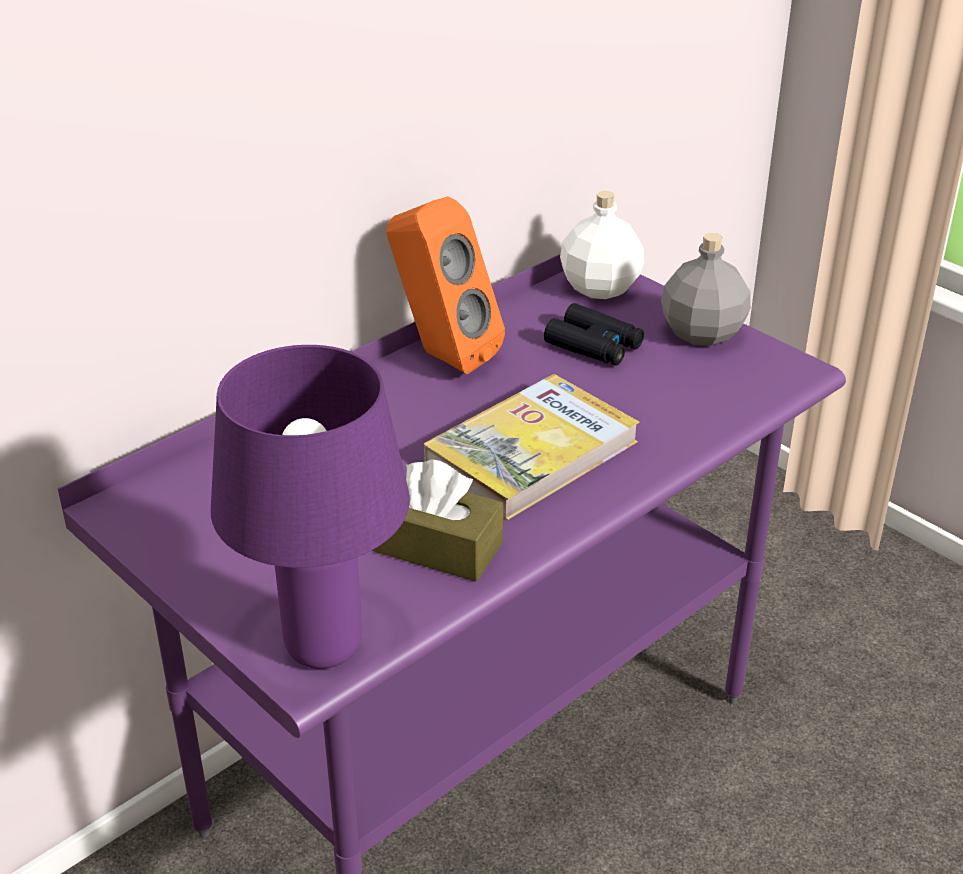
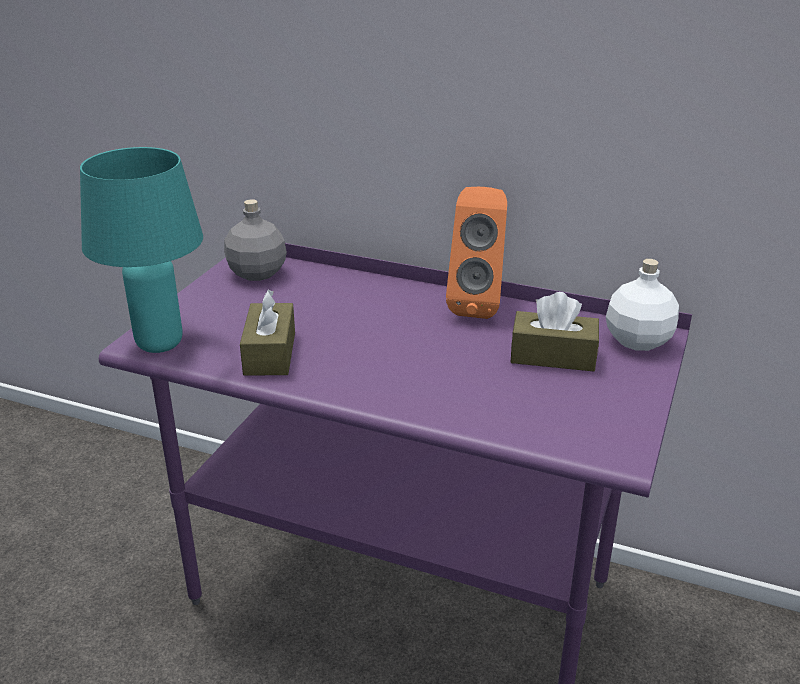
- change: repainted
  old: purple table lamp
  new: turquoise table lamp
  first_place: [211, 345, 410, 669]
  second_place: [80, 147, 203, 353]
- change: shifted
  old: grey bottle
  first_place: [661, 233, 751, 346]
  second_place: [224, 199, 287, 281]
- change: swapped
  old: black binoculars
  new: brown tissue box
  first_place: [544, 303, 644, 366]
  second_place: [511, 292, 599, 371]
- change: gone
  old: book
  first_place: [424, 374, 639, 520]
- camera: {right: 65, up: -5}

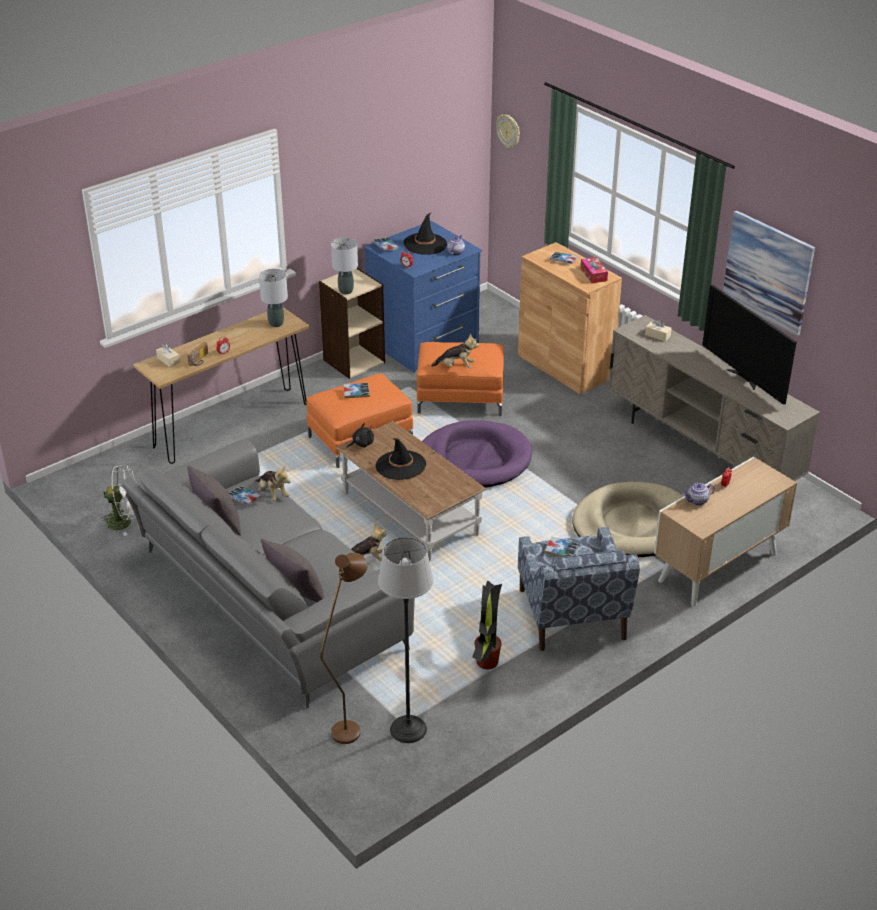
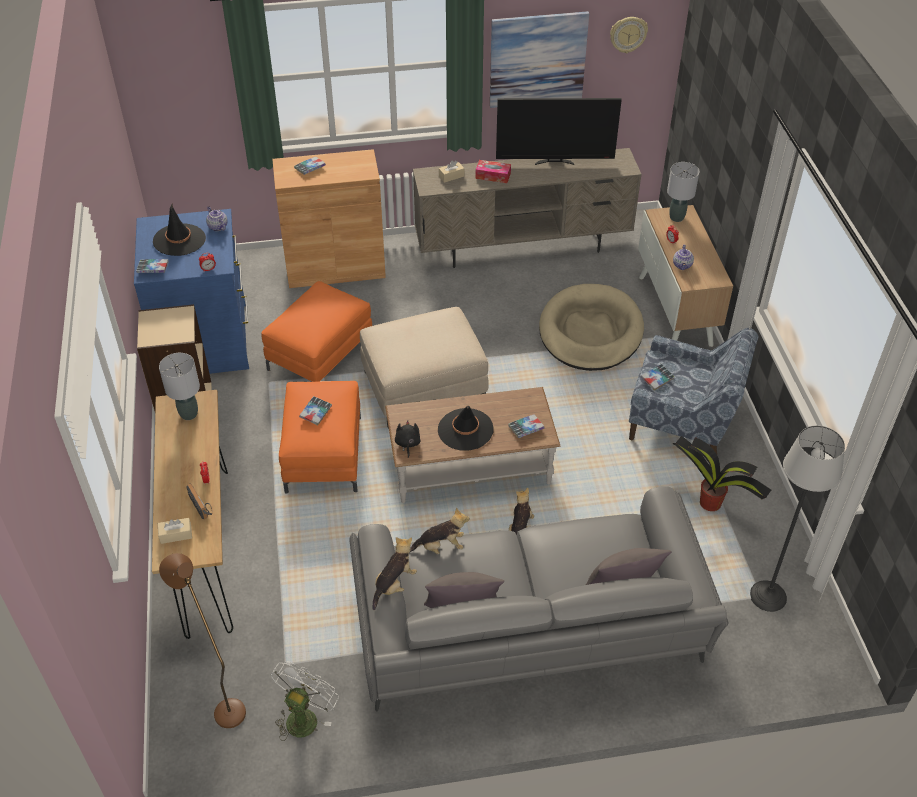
- change: shifted
  old: brown floor lamp
  first_place: [320, 553, 368, 744]
  second_place: [159, 553, 246, 728]
- change: swapped
  old: purple dog bed
  new: beige ottoman
  first_place: [422, 421, 532, 488]
  second_place: [360, 307, 489, 429]
- change: shifted
  old: plush toy
  first_place: [431, 334, 479, 368]
  second_place: [372, 537, 417, 610]
- change: shifted
  old: tissue box
  first_place: [581, 257, 608, 283]
  second_place: [475, 160, 511, 183]
- change: shifted
  old: book
  first_place: [229, 486, 261, 505]
  second_place: [508, 415, 544, 438]
- change: shifted
  old: wall clock
  first_place: [496, 115, 520, 148]
  second_place: [610, 17, 648, 53]
- change: shifted
  old: grey table lamp
  first_place: [331, 238, 358, 295]
  second_place: [667, 162, 699, 222]
- camera: {right: -60, up: 10}

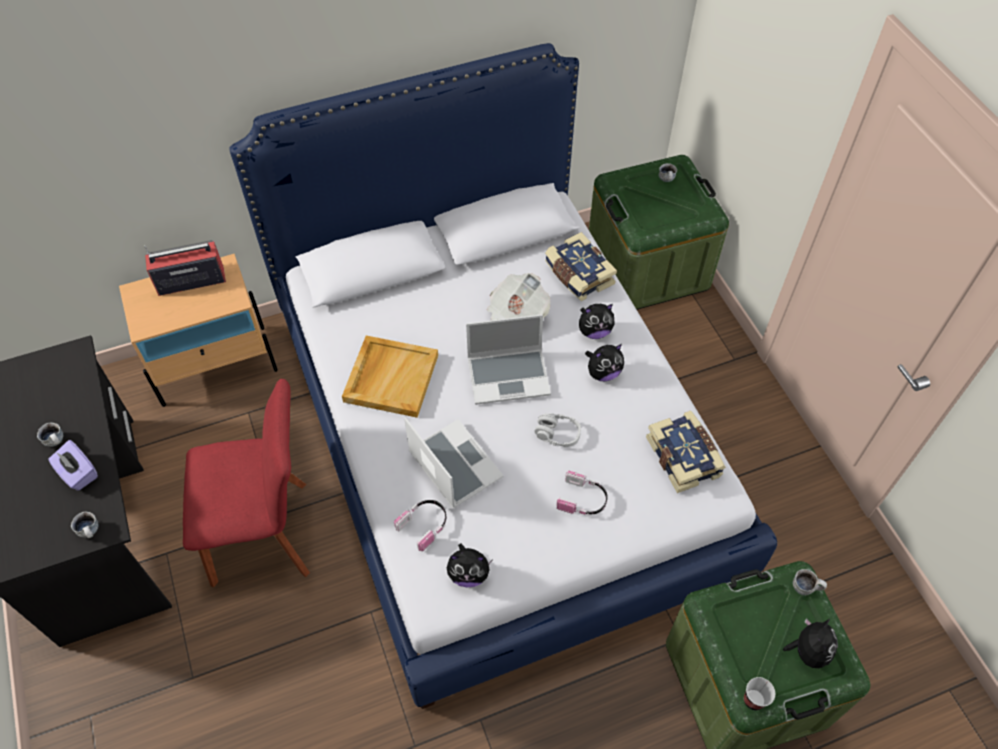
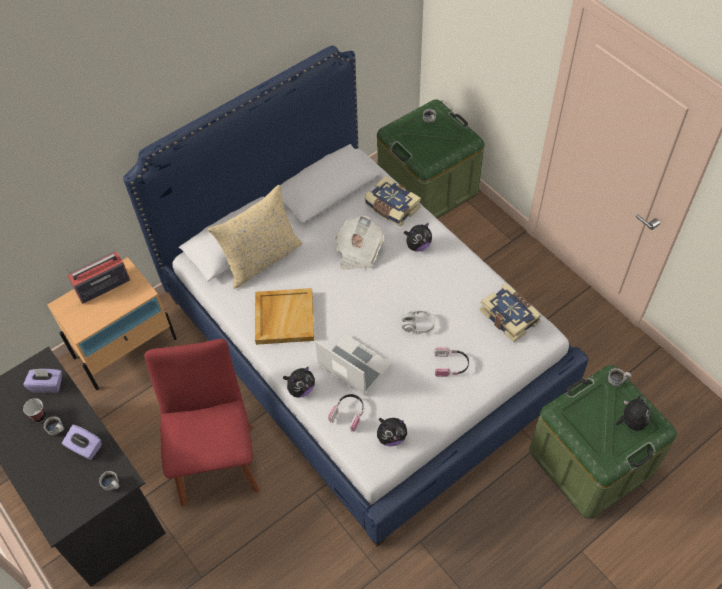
- change: new
  new: purple tissue box
  second_place: [23, 369, 62, 393]
- change: shifted
  old: cup
  first_place: [744, 677, 775, 711]
  second_place: [23, 398, 46, 423]
- change: rotated
  old: red chair
  first_place: [183, 379, 310, 587]
  second_place: [144, 339, 260, 506]
  degrees: -75
- change: new
  new: beige pillow
  second_place: [208, 185, 302, 289]
- change: shifted
  old: plush toy
  first_place: [585, 344, 624, 381]
  second_place: [283, 366, 315, 398]
- change: gone
  old: laptop
  first_place: [466, 314, 551, 405]
- camera: {right: -15, up: 0}

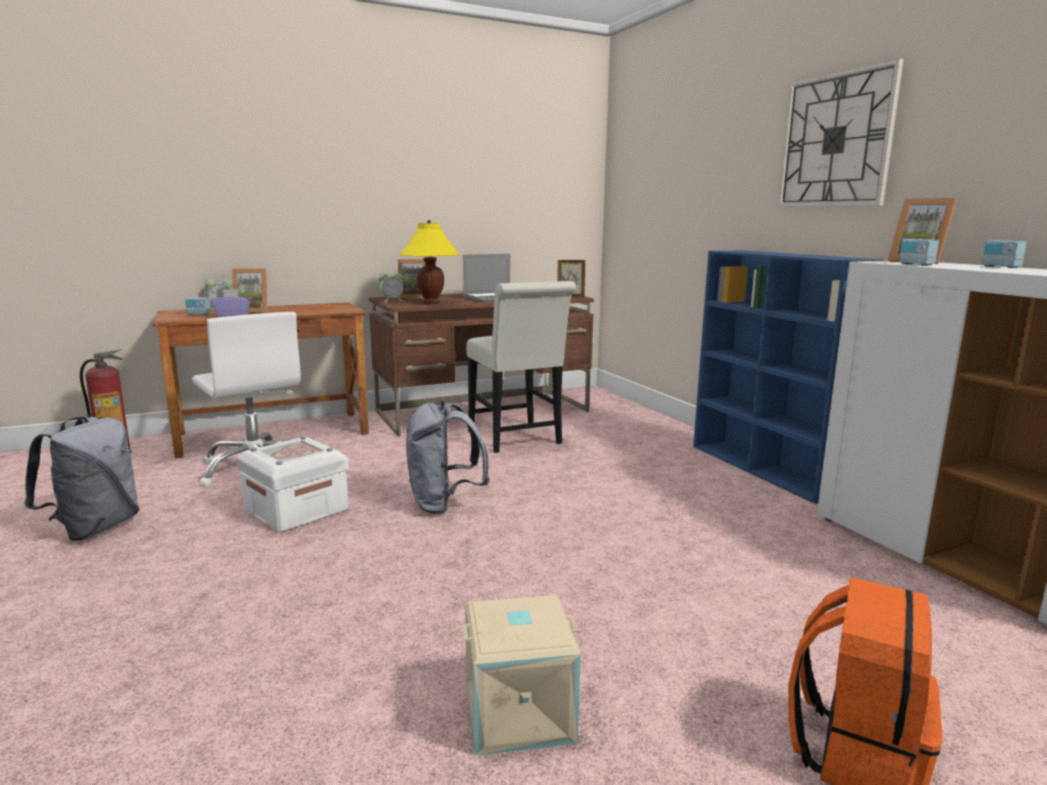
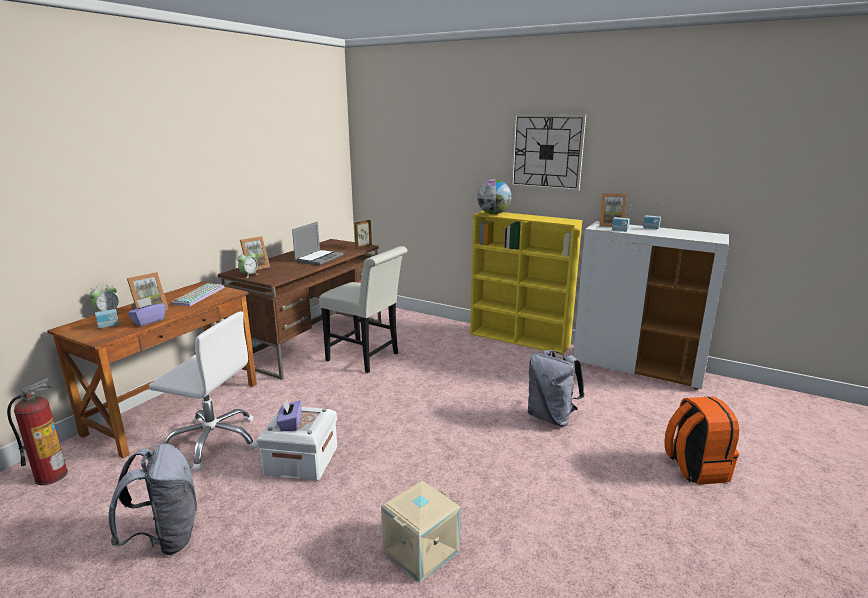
- change: new
  new: keyboard
  second_place: [171, 283, 225, 306]
- change: new
  new: purple tissue box
  second_place: [277, 398, 302, 431]
- change: shifted
  old: beige storage box
  first_place: [462, 595, 581, 756]
  second_place: [381, 481, 461, 583]
- change: repainted
  old: blue bookcase
  new: yellow bookcase
  first_place: [693, 250, 883, 504]
  second_place: [470, 211, 582, 354]
- change: new
  new: globe
  second_place: [477, 179, 512, 214]
- change: shifted
  old: grey backpack
  first_place: [406, 401, 490, 514]
  second_place: [528, 350, 584, 426]
- change: gone
  old: yellow table lamp
  first_place: [400, 220, 459, 304]
- camera: {right: -35, up: 5}

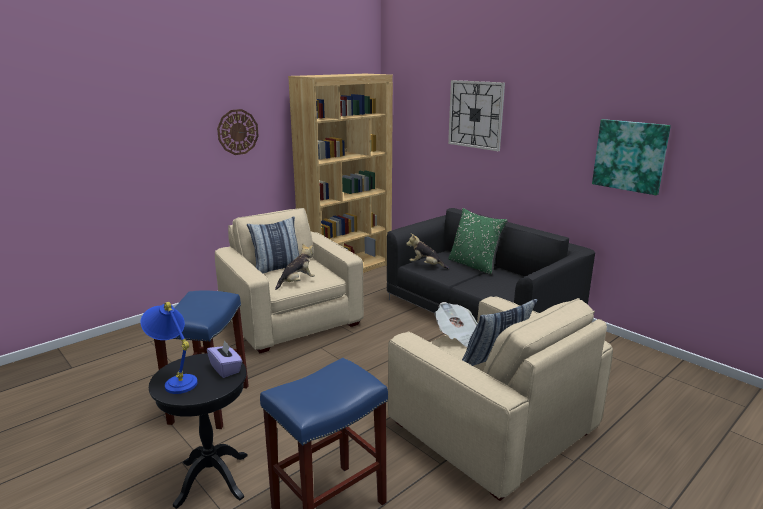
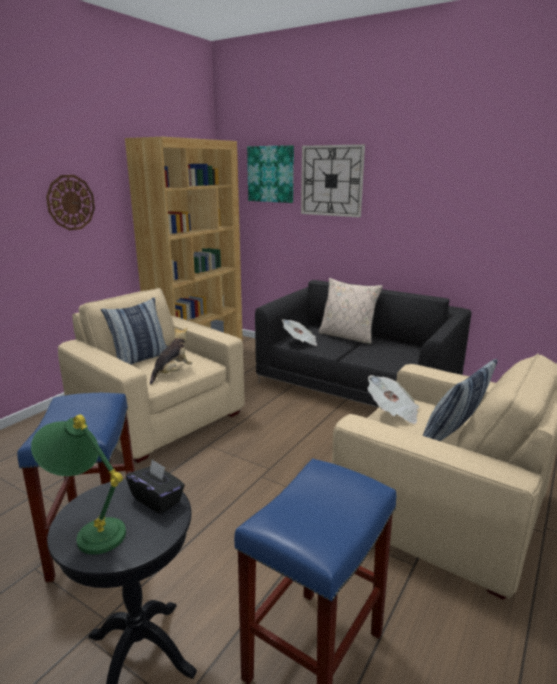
- change: repainted
  old: blue table lamp
  new: green table lamp
  first_place: [141, 302, 198, 394]
  second_place: [31, 414, 126, 555]
- change: repainted
  old: purple tissue box
  new: black tissue box
  first_place: [207, 340, 242, 378]
  second_place: [126, 459, 185, 514]
- change: shifted
  old: picture
  first_place: [592, 119, 671, 195]
  second_place: [247, 145, 294, 203]
- change: swapped
  old: plush toy
  new: newspaper
  first_place: [406, 233, 449, 269]
  second_place: [282, 319, 317, 346]
- change: repainted
  old: green pillow
  new: beige pillow
  first_place: [448, 208, 508, 275]
  second_place: [319, 278, 383, 345]
- camera: {right: -15, up: 0}

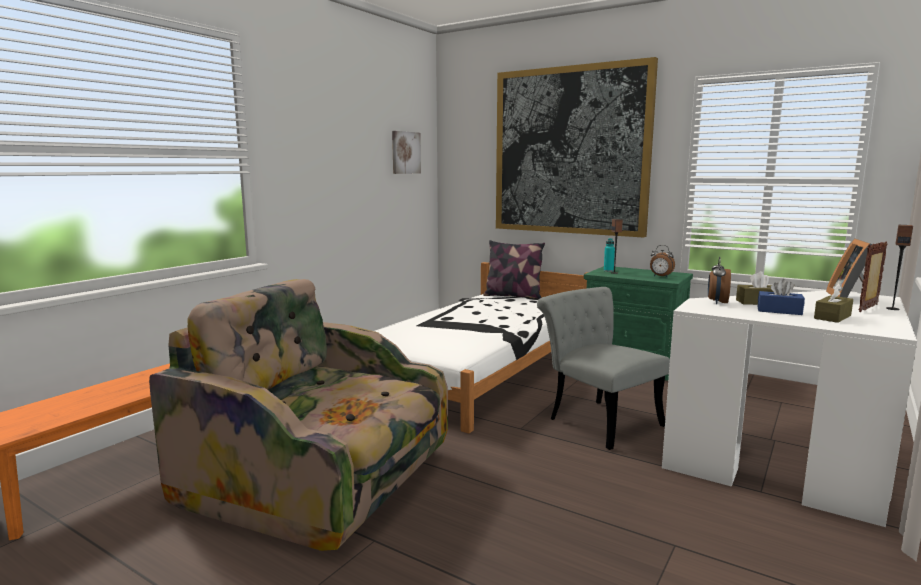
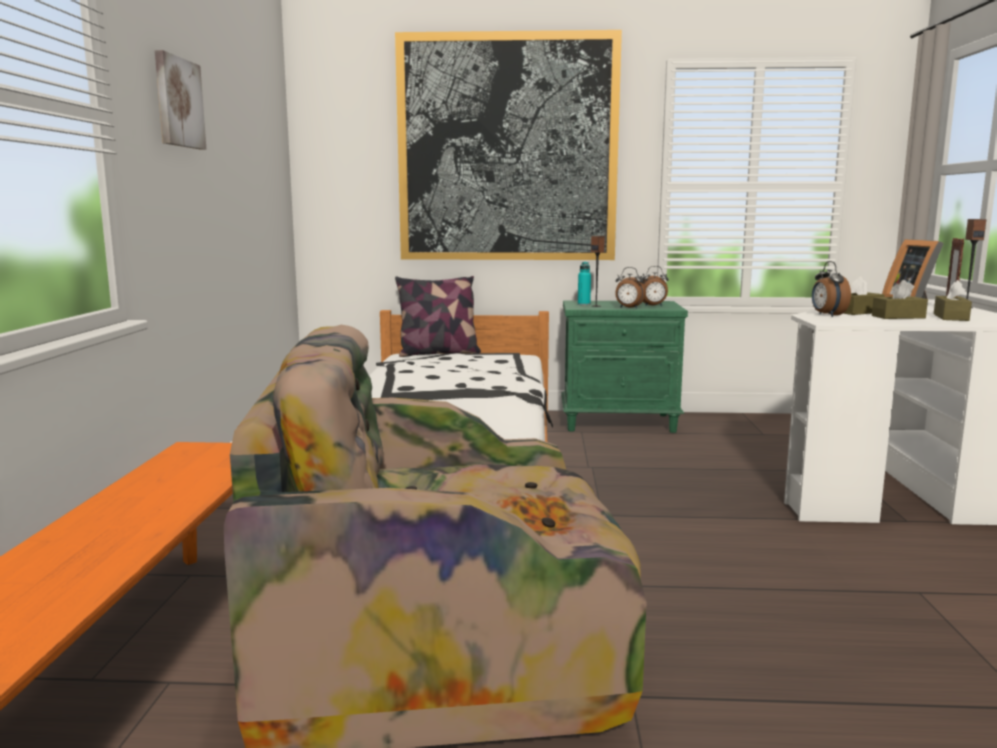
- change: shifted
  old: picture
  first_place: [392, 131, 421, 174]
  second_place: [155, 50, 206, 149]
- change: new
  new: alarm clock
  second_place: [615, 267, 646, 309]
- change: repainted
  old: blue tissue box
  new: brown tissue box
  first_place: [757, 279, 805, 315]
  second_place: [872, 280, 928, 319]
- change: gone
  old: grey chair
  first_place: [537, 287, 670, 450]
- camera: {right: -30, up: 0}

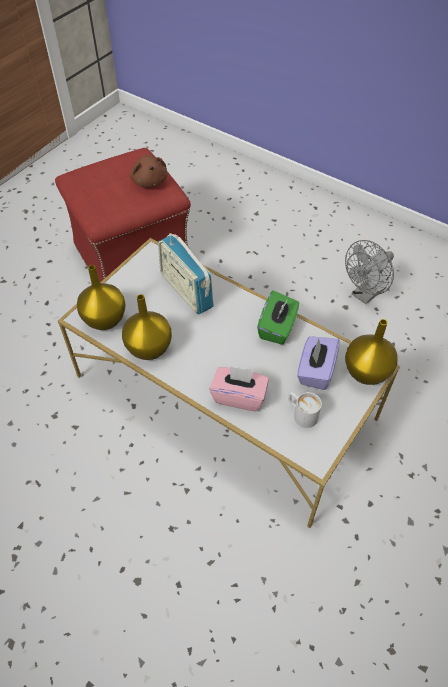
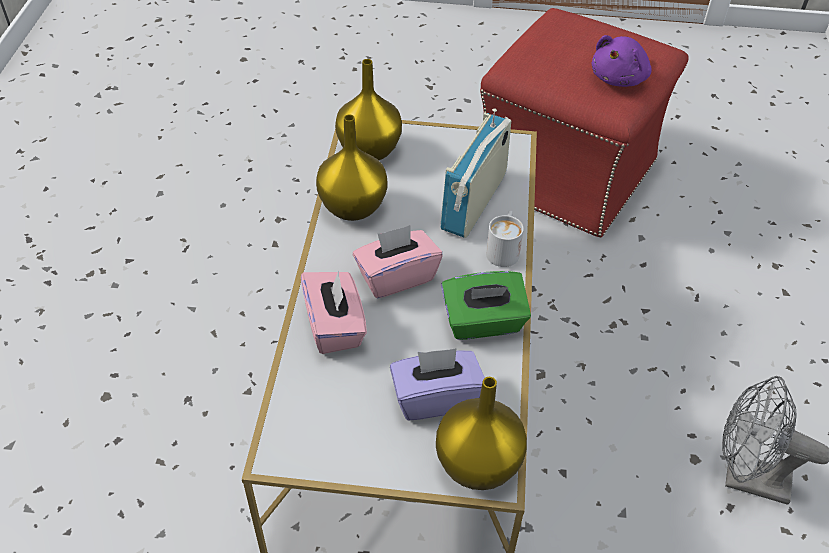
- change: new
  new: pink tissue box
  second_place: [353, 225, 442, 298]
- change: shifted
  old: white mug
  first_place: [288, 392, 322, 428]
  second_place: [486, 211, 524, 267]
- change: repainted
  old: brown plush toy
  new: purple plush toy
  first_place: [130, 155, 167, 188]
  second_place: [592, 35, 652, 87]
- camera: {right: 60, up: -5}

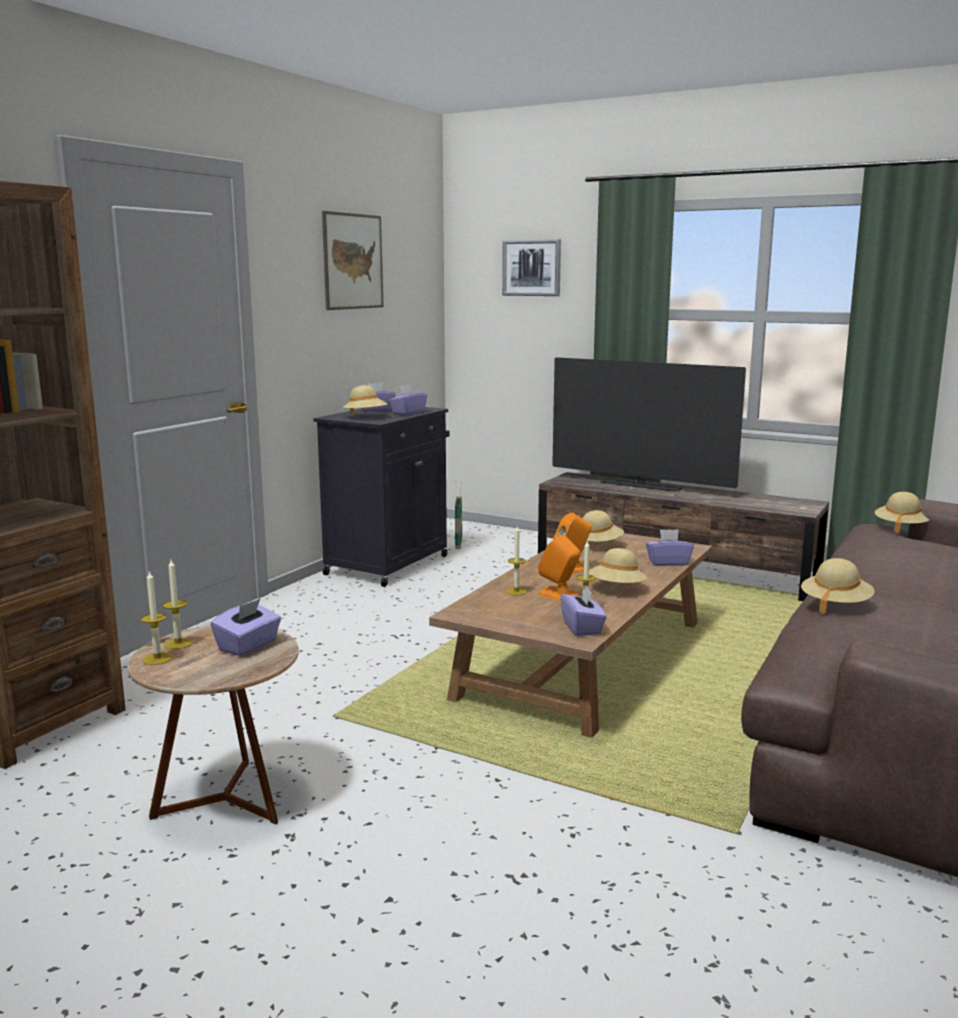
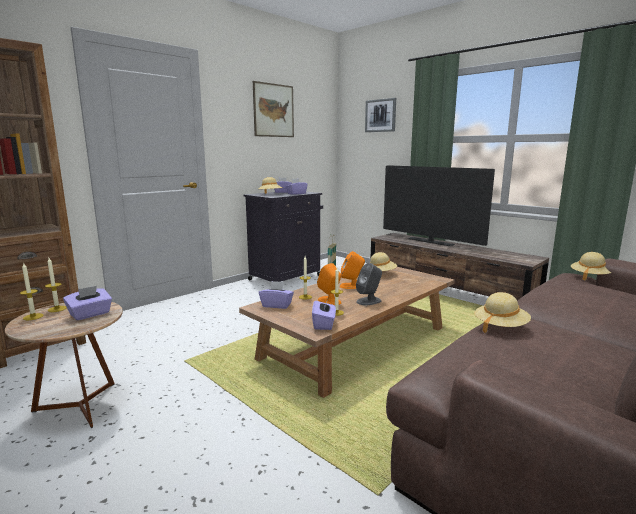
- change: shifted
  old: purple tissue box
  first_place: [646, 529, 694, 566]
  second_place: [259, 281, 294, 309]
- change: swapped
  old: beige hat
  new: grey speaker
  first_place: [589, 548, 648, 583]
  second_place: [356, 263, 382, 306]
- camera: {right: 15, up: 0}

